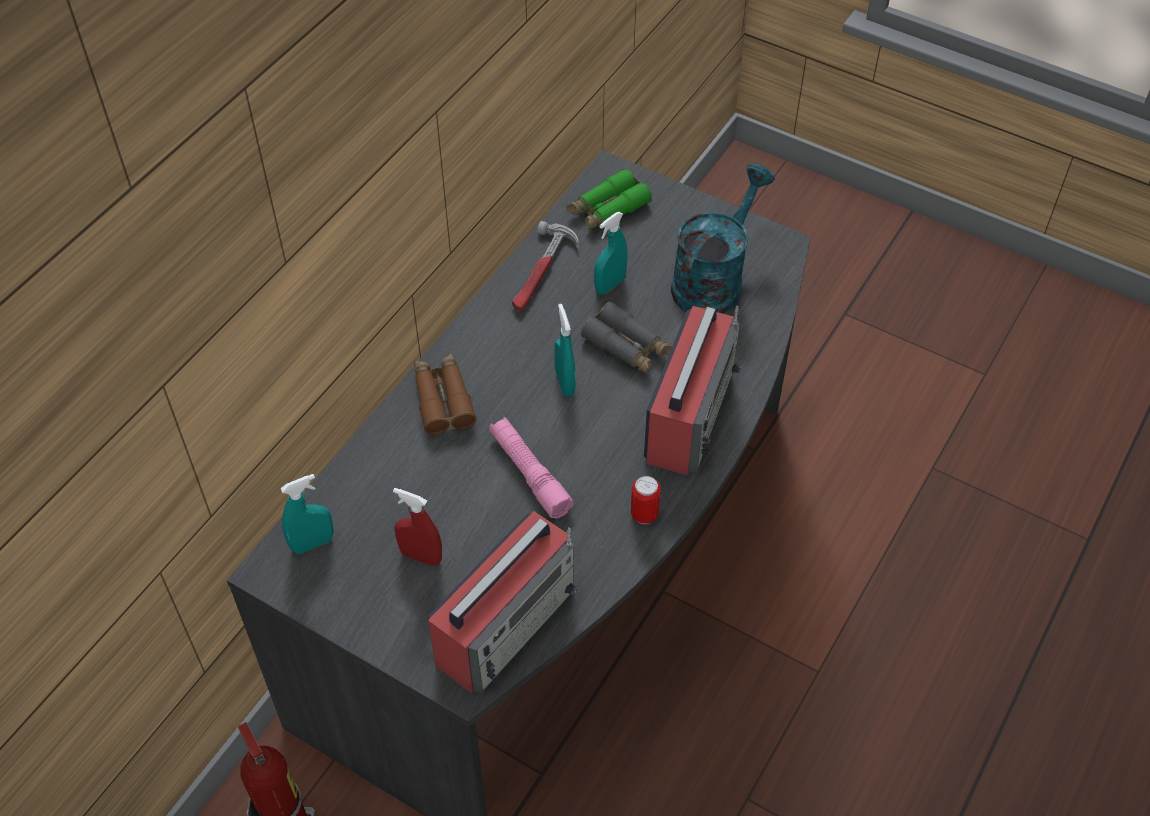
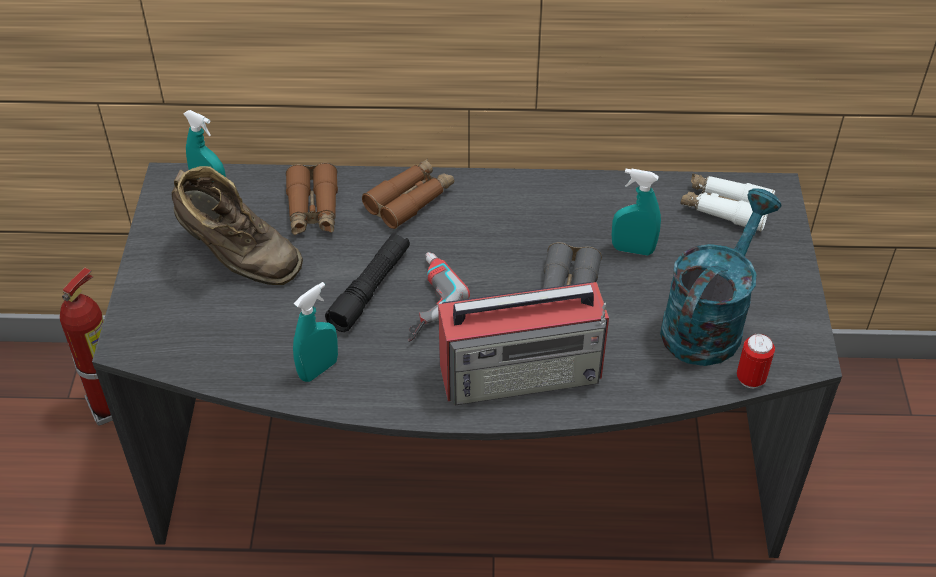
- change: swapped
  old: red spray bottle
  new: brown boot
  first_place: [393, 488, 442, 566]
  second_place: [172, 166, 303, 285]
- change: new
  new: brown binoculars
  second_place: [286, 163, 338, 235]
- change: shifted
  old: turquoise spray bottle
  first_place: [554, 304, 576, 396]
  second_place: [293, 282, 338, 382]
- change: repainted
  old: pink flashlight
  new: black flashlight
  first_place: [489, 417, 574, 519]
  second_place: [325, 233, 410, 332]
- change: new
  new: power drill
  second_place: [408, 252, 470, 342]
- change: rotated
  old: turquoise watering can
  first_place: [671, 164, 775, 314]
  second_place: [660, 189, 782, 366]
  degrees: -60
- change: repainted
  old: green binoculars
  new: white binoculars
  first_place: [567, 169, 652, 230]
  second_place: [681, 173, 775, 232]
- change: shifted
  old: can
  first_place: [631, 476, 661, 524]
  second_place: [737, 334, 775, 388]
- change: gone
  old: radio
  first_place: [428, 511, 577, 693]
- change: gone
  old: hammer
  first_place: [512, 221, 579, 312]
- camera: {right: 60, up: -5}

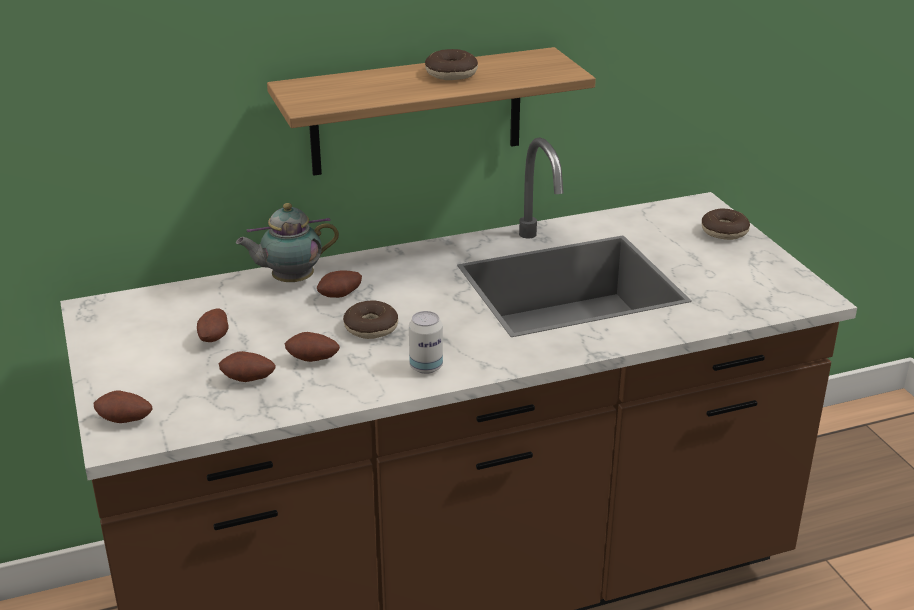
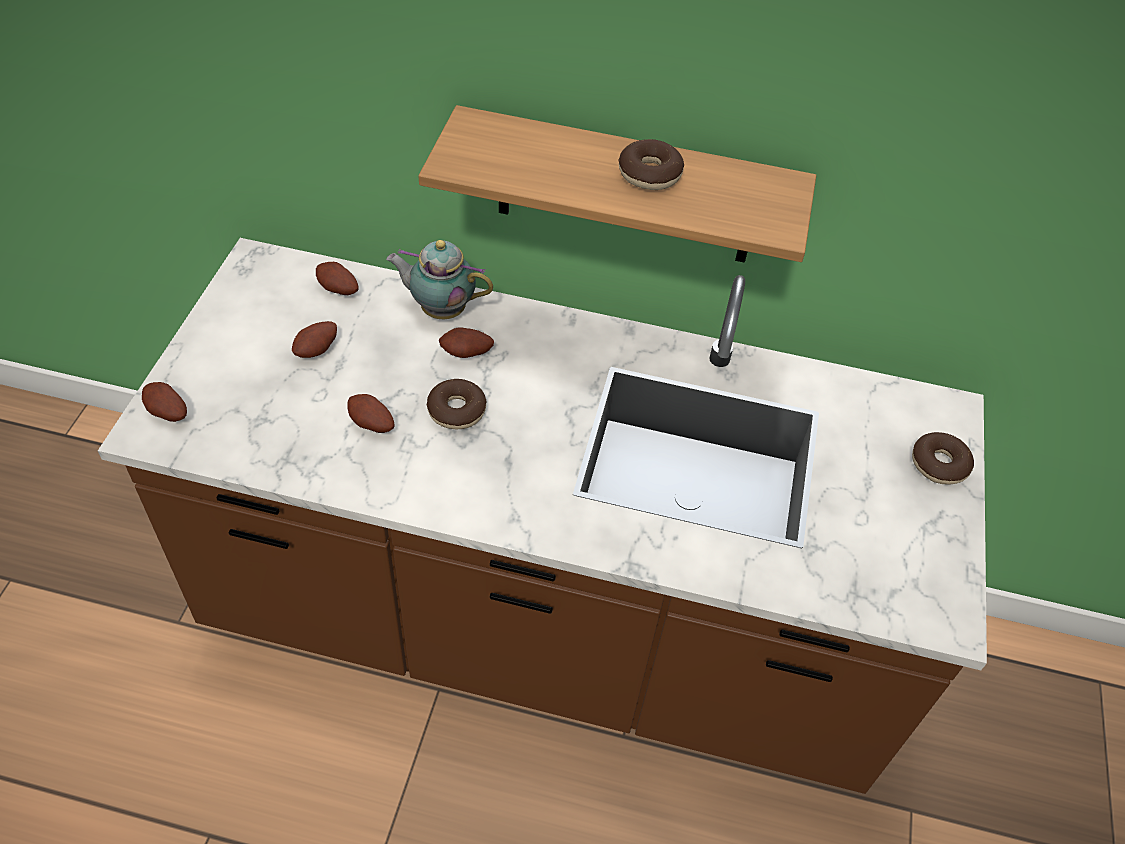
- change: shifted
  old: potato
  first_place: [219, 351, 276, 382]
  second_place: [316, 262, 359, 295]
- change: gone
  old: can
  first_place: [409, 311, 443, 374]
- camera: {right: 30, up: 20}

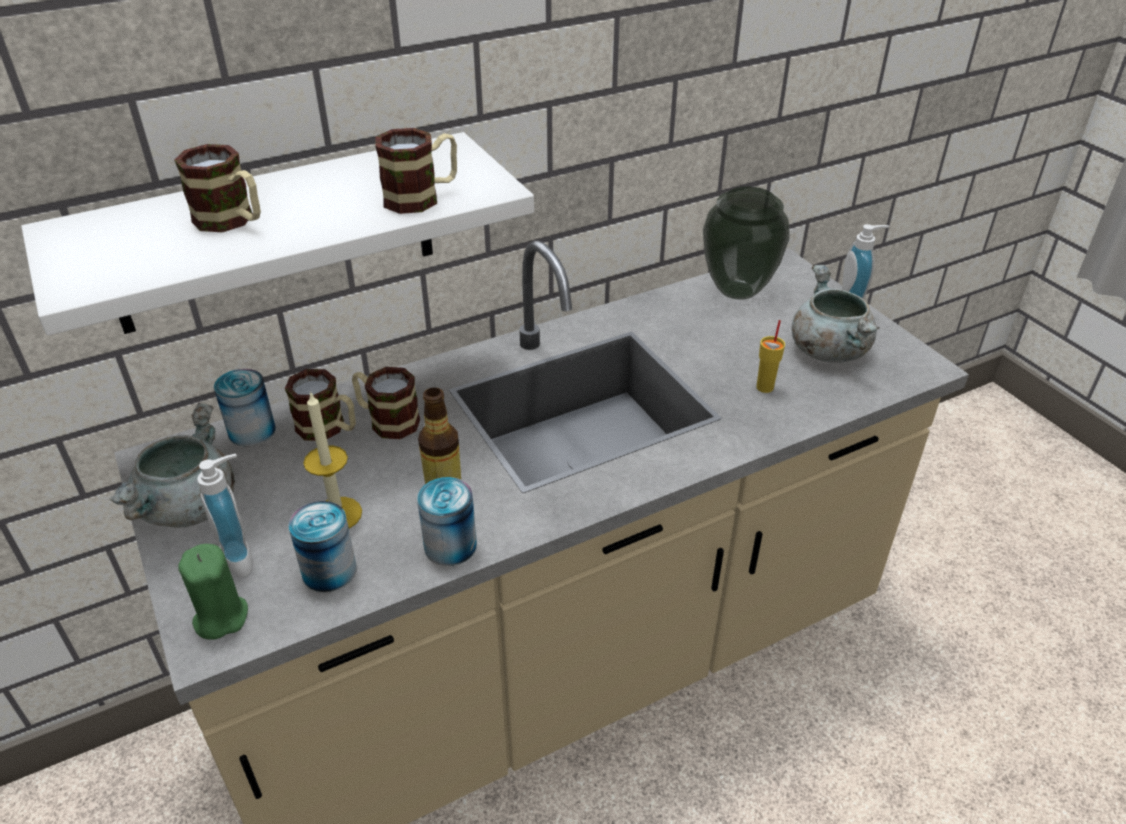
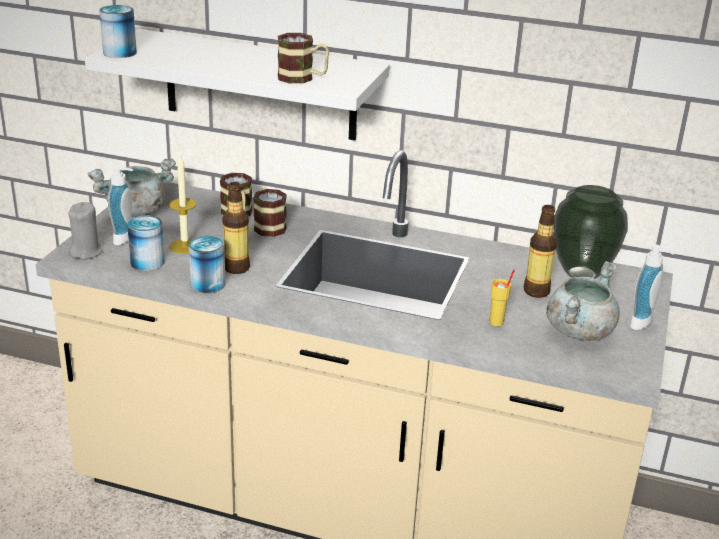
- change: repainted
  old: green candle
  new: grey candle
  first_place: [178, 544, 248, 640]
  second_place: [68, 202, 102, 260]
- change: shifted
  old: can
  first_place: [214, 369, 276, 447]
  second_place: [99, 5, 137, 58]
- change: new
  new: bottle
  second_place: [524, 205, 557, 298]
- change: gone
  old: mug
  first_place: [174, 144, 261, 232]
- camera: {right: 45, up: -10}

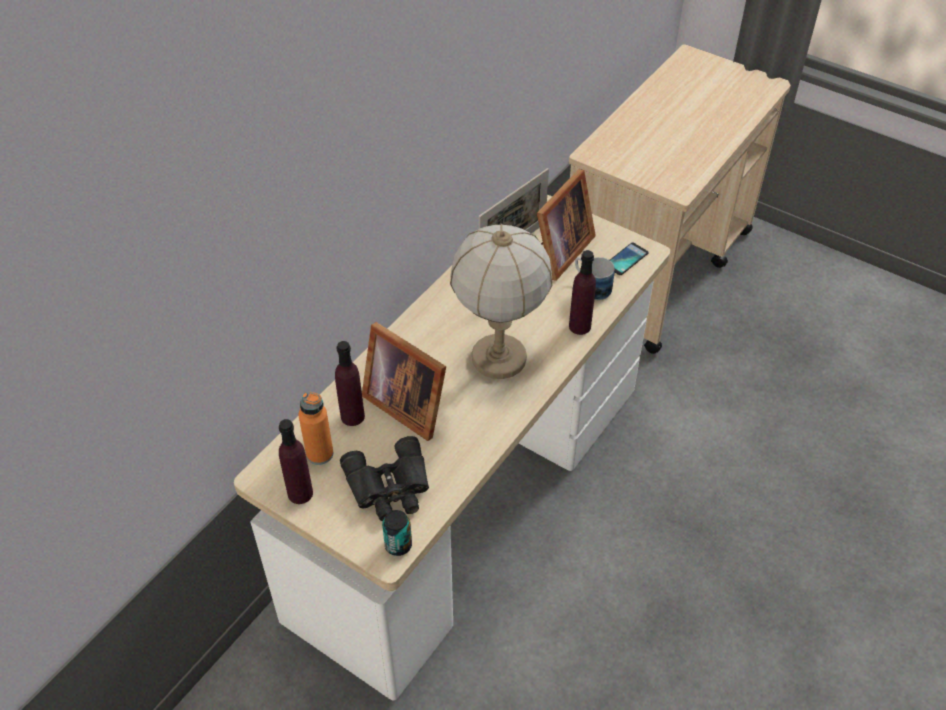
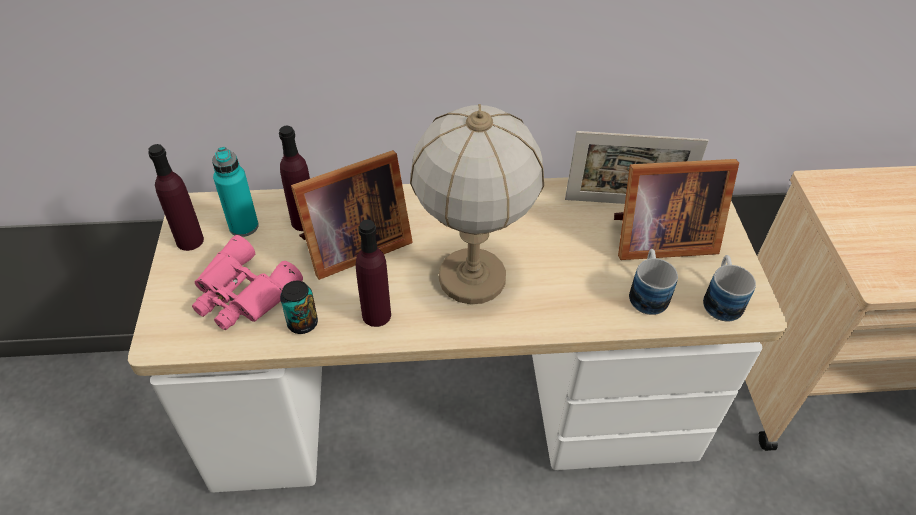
- change: repainted
  old: black binoculars
  new: pink binoculars
  first_place: [340, 436, 429, 521]
  second_place: [192, 235, 303, 330]
- change: repainted
  old: orange bottle
  new: turquoise bottle
  first_place: [298, 392, 333, 465]
  second_place: [212, 147, 259, 237]
- change: shifted
  old: can
  first_place: [382, 510, 412, 556]
  second_place: [280, 281, 318, 334]
- change: rotated
  old: picture frame
  first_place: [362, 322, 446, 441]
  second_place: [291, 150, 413, 280]
  degrees: -120
- change: shifted
  old: purple bottle
  first_place: [569, 250, 596, 335]
  second_place: [356, 220, 391, 327]
- change: swapped
  old: phone
  new: mug
  first_place: [610, 243, 649, 275]
  second_place: [703, 255, 756, 321]
- camera: {right: 50, up: 0}

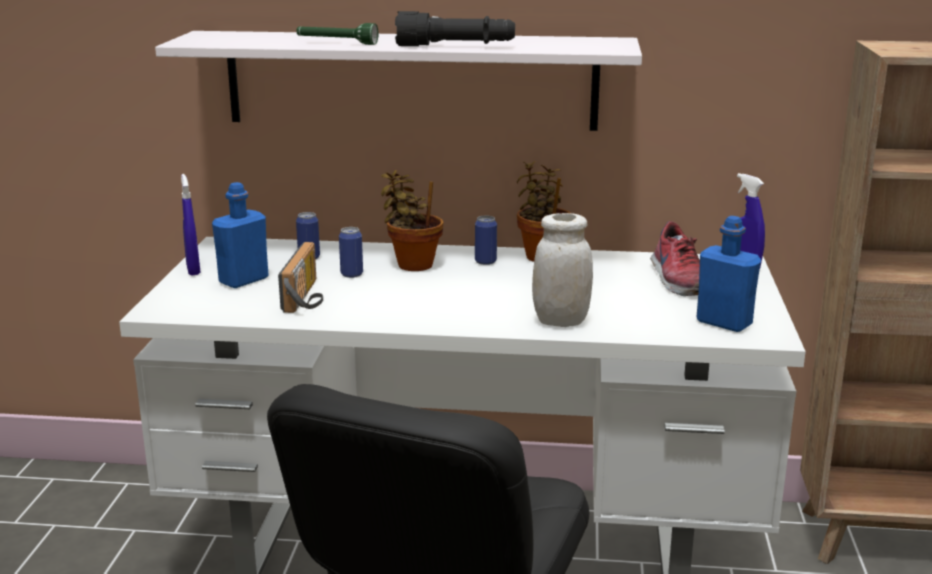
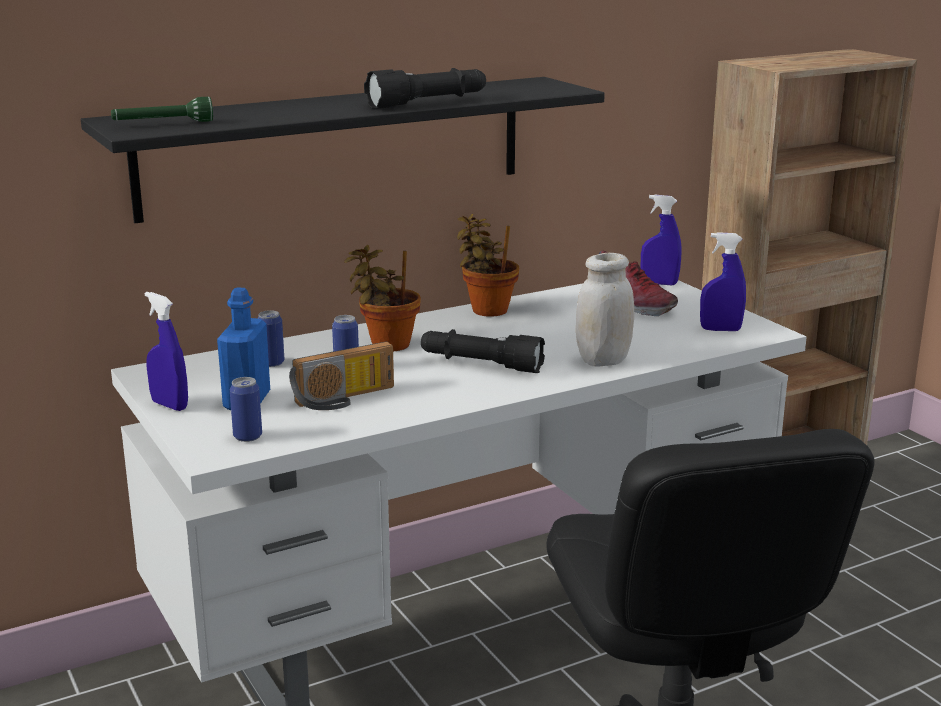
- change: repainted
  old: white shelf
  new: black shelf
  first_place: [155, 31, 642, 131]
  second_place: [81, 77, 605, 223]
- change: shifted
  old: green flashlight
  first_place: [296, 23, 378, 45]
  second_place: [111, 97, 213, 122]
- change: shifted
  old: can
  first_place: [475, 216, 497, 265]
  second_place: [230, 377, 262, 442]
- change: rotated
  old: radio
  first_place: [278, 242, 323, 313]
  second_place: [289, 342, 394, 410]
  degrees: 90
- change: new
  new: black flashlight
  second_place: [421, 329, 545, 373]
- change: swapped
  old: blue bottle
  new: blue spray bottle
  first_place: [697, 216, 761, 332]
  second_place: [700, 232, 746, 331]
- camera: {right: -35, up: 0}

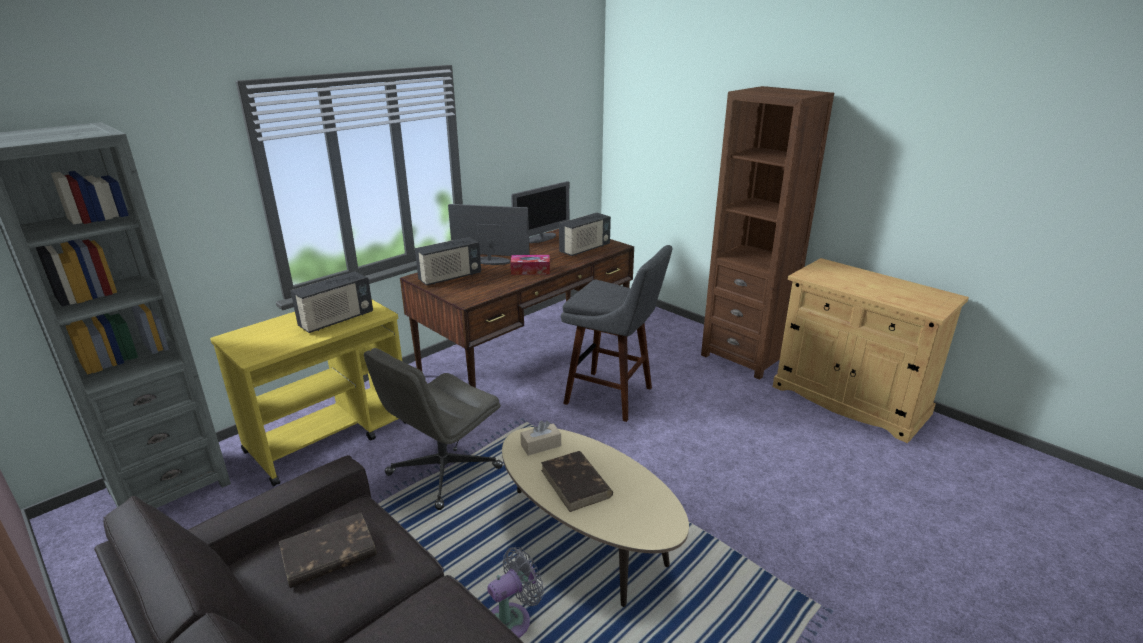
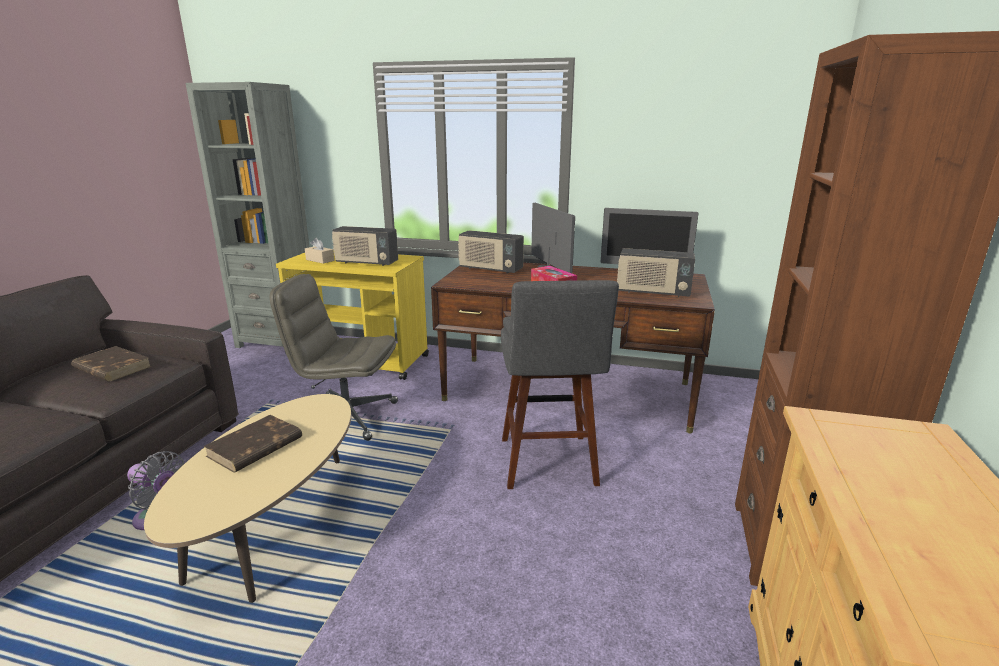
- change: shifted
  old: beige tissue box
  first_place: [520, 421, 561, 456]
  second_place: [305, 238, 334, 264]
- camera: {right: 60, up: -5}

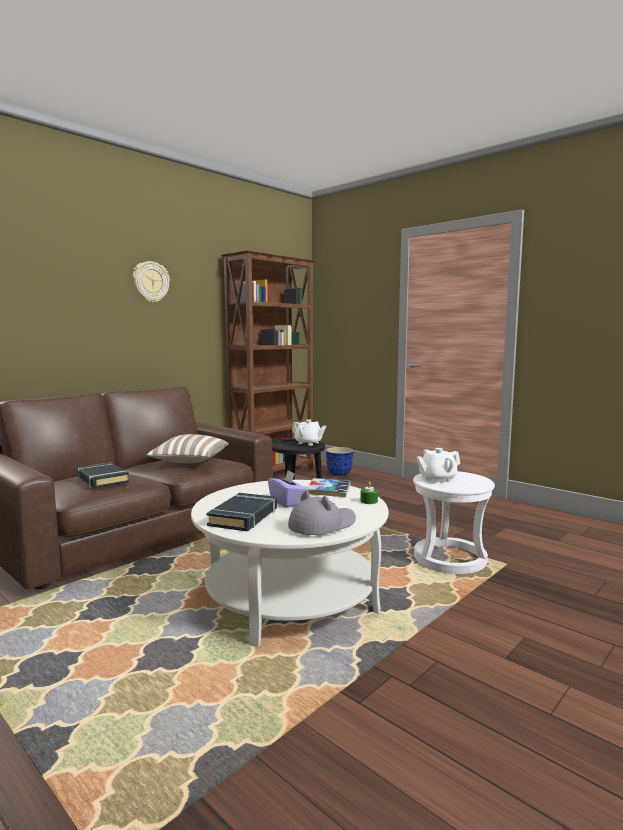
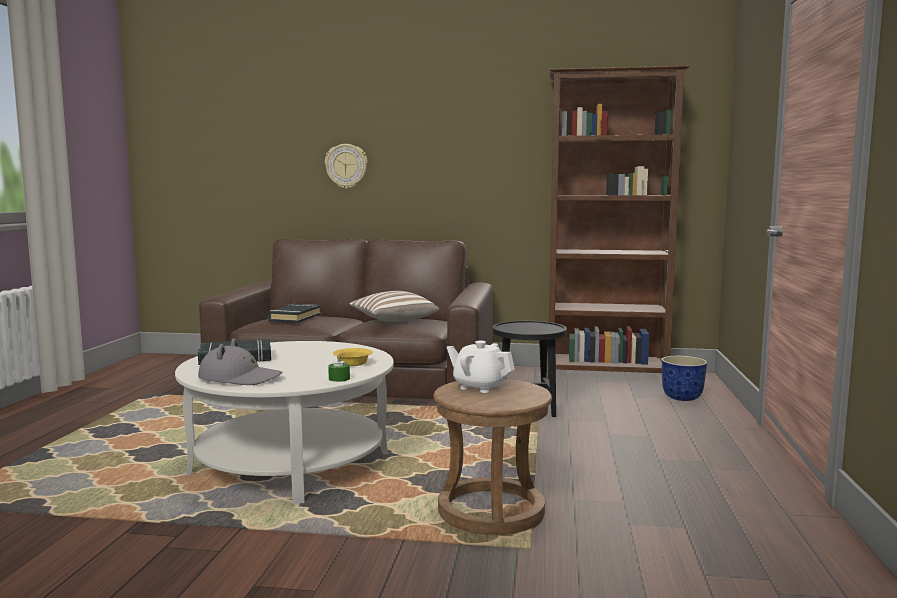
- change: shifted
  old: wall clock
  first_place: [133, 261, 170, 303]
  second_place: [325, 144, 368, 189]
- change: swapped
  old: book
  new: yellow bowl
  first_place: [307, 478, 351, 497]
  second_place: [333, 348, 373, 366]
- change: repainted
  old: white stool
  new: brown stool
  first_place: [413, 471, 495, 574]
  second_place: [433, 379, 552, 535]
- change: gone
  old: purple tissue box
  first_place: [268, 470, 308, 508]
- change: gone
  old: white teapot
  first_place: [292, 419, 326, 445]
- camera: {right: 55, up: 0}

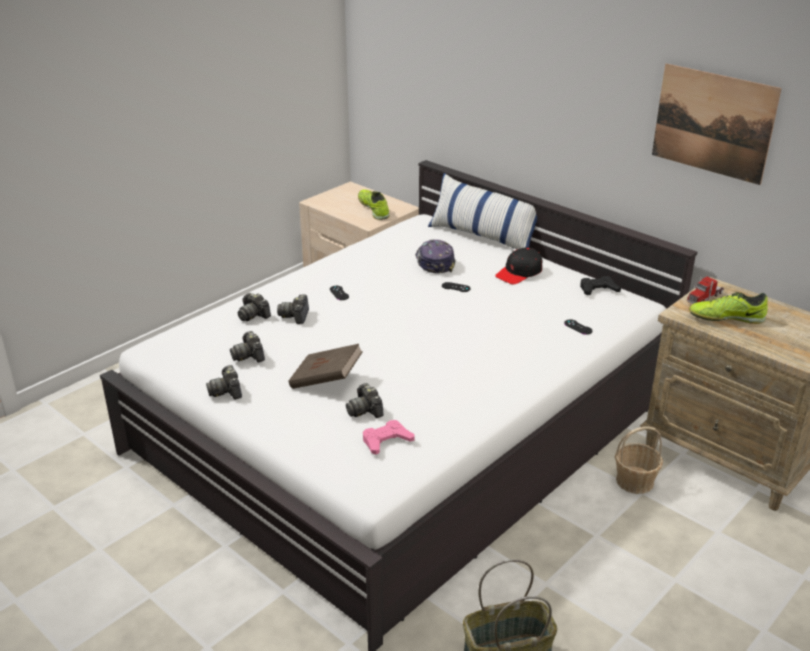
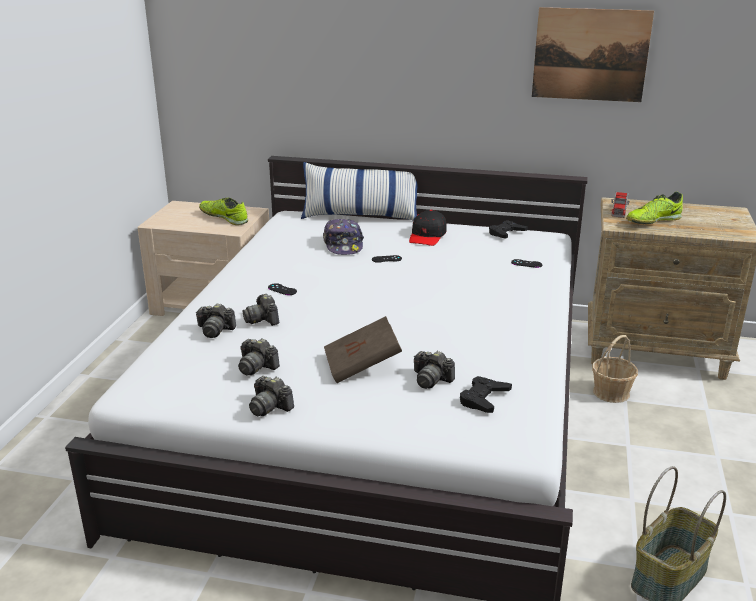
- change: rotated
  old: cap
  first_place: [415, 240, 455, 273]
  second_place: [323, 219, 364, 255]
  degrees: -150
- change: repainted
  old: pink game controller
  new: black game controller
  first_place: [363, 420, 415, 455]
  second_place: [460, 376, 512, 413]
- camera: {right: -30, up: -5}

